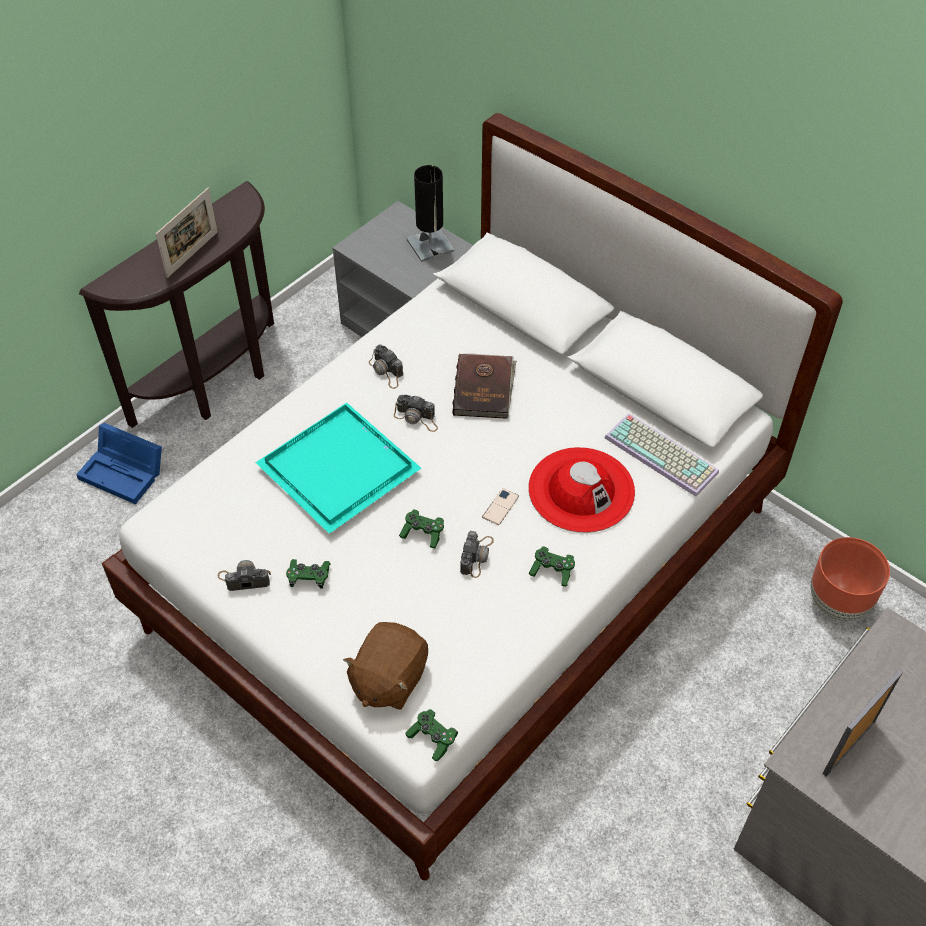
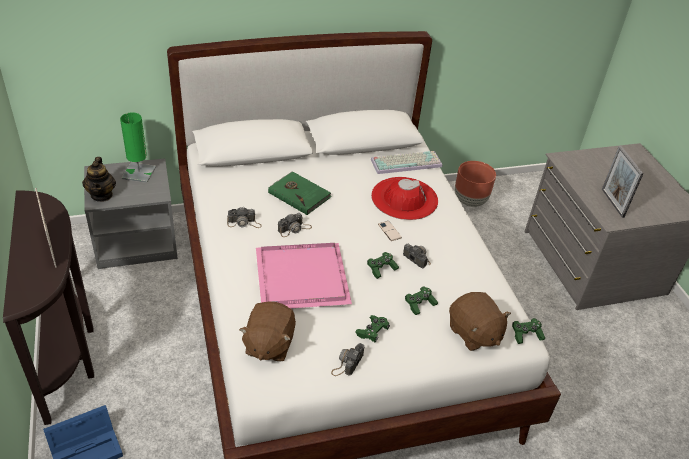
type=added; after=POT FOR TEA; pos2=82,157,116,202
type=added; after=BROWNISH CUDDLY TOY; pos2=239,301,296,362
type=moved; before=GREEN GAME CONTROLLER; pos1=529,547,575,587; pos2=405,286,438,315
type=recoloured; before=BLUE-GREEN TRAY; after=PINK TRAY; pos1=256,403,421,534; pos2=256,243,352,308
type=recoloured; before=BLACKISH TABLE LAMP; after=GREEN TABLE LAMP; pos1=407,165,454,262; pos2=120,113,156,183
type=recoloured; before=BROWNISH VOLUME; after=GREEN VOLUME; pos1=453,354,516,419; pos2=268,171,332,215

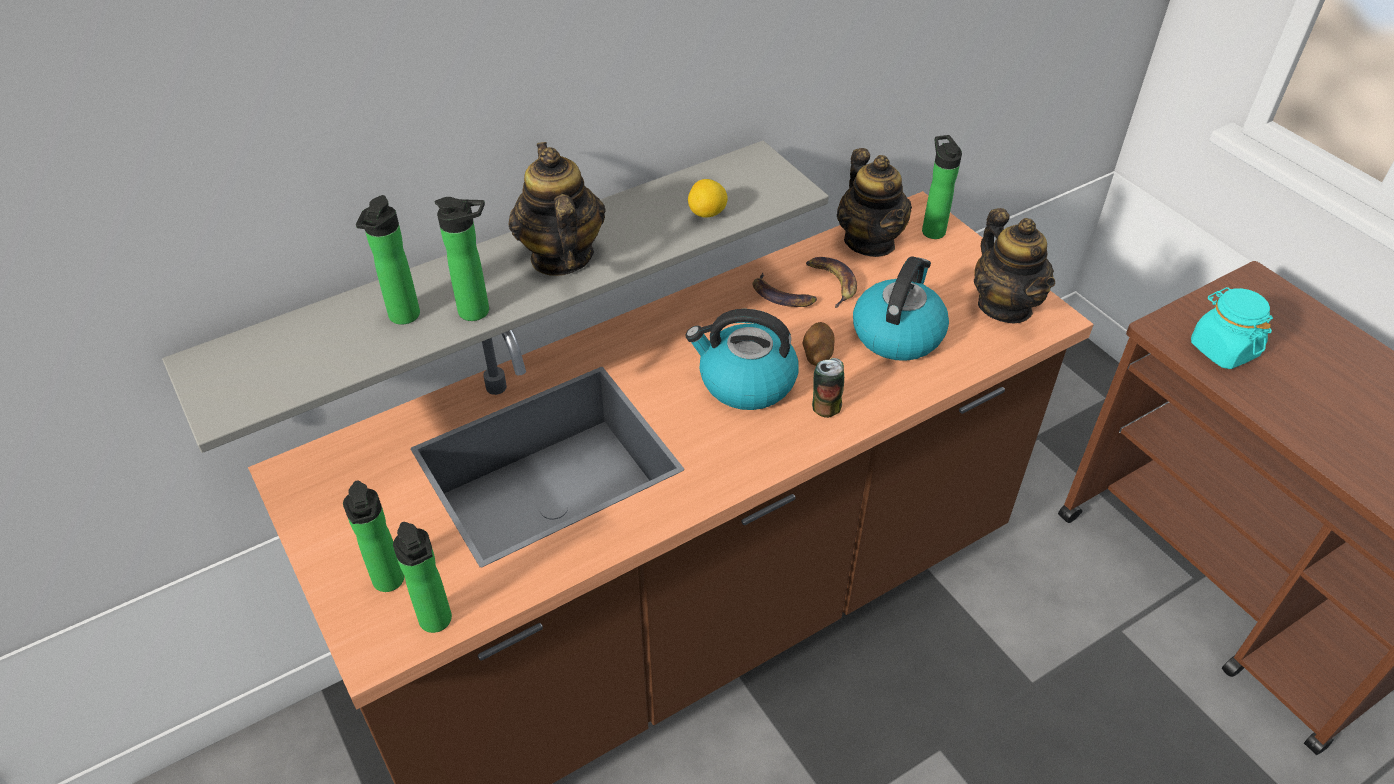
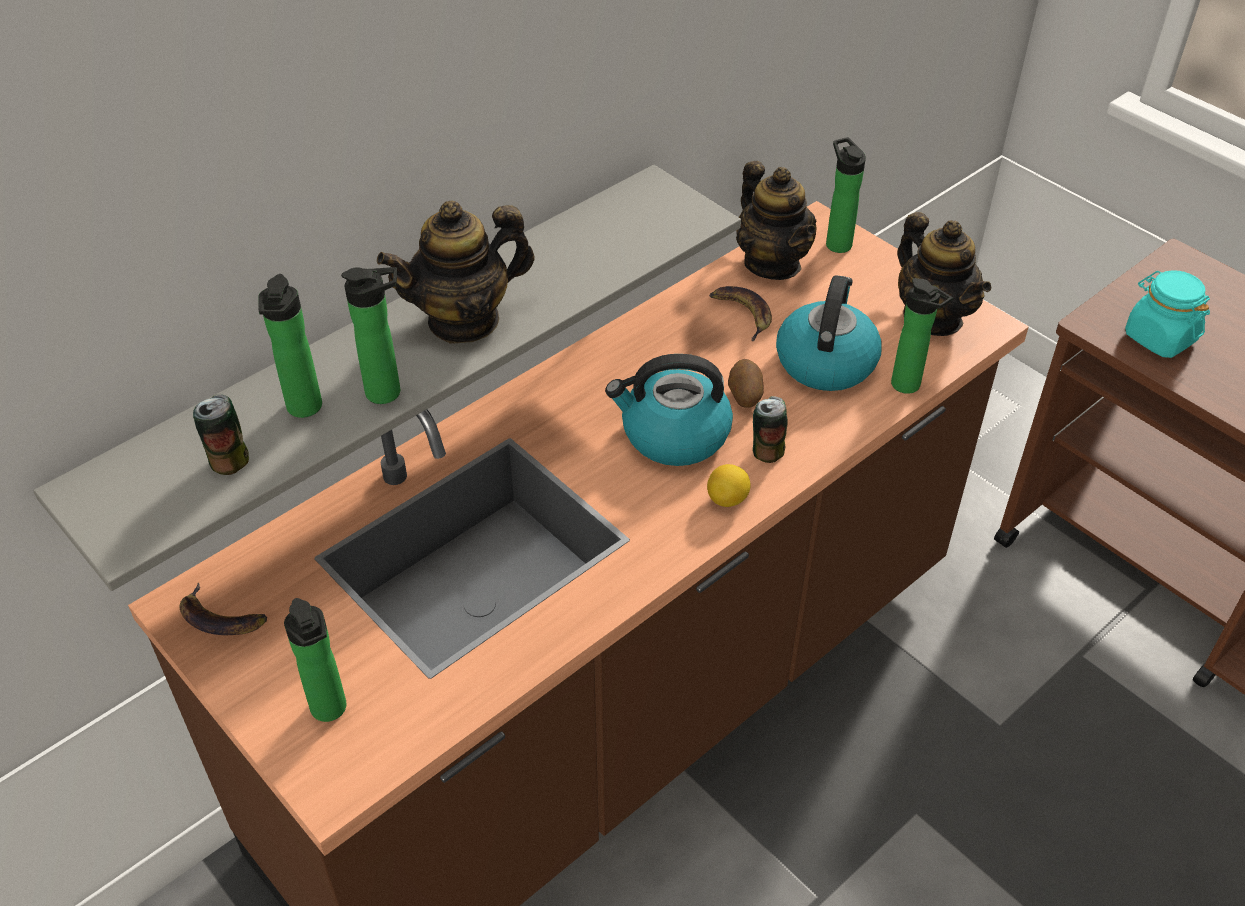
type=added; after=SEALED CAN; pos2=193,394,249,475
type=moved; before=BEVERAGE BOTTLE; pos1=393,522,452,633; pos2=891,278,953,394
type=moved; before=CITRUS FRUIT; pos1=688,179,728,218; pos2=707,464,751,507
type=moved; before=WHOLE BANANA; pos1=753,272,817,307; pos2=180,583,267,635
type=turned; before=POT FOR TEA; pos1=509,142,606,276; pos2=377,201,534,343; turn=-90

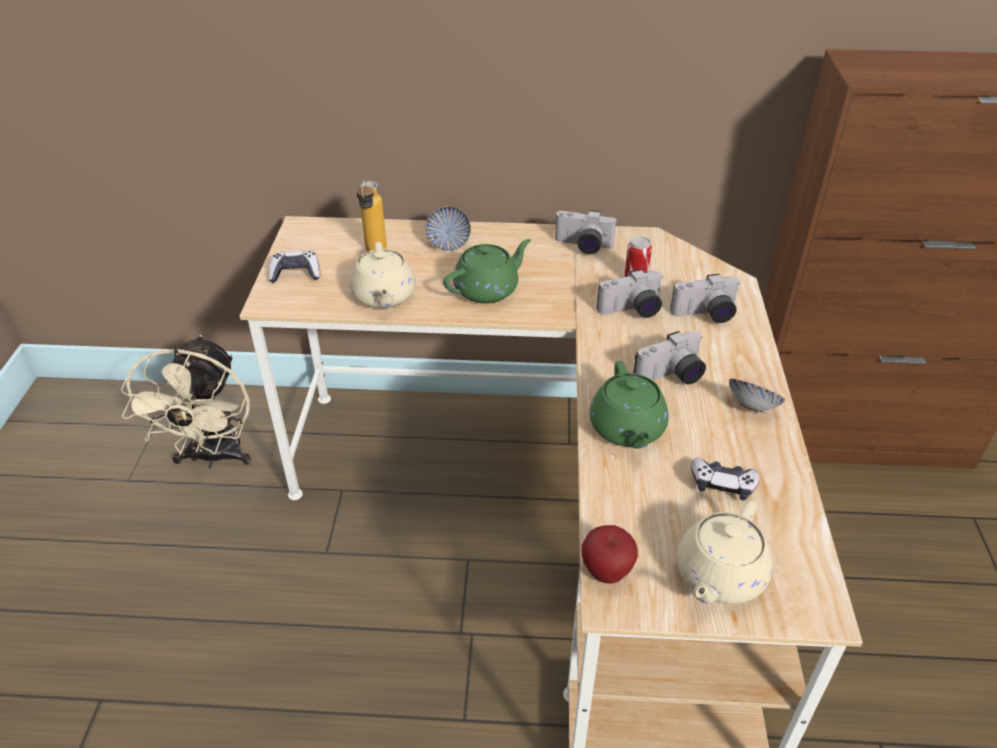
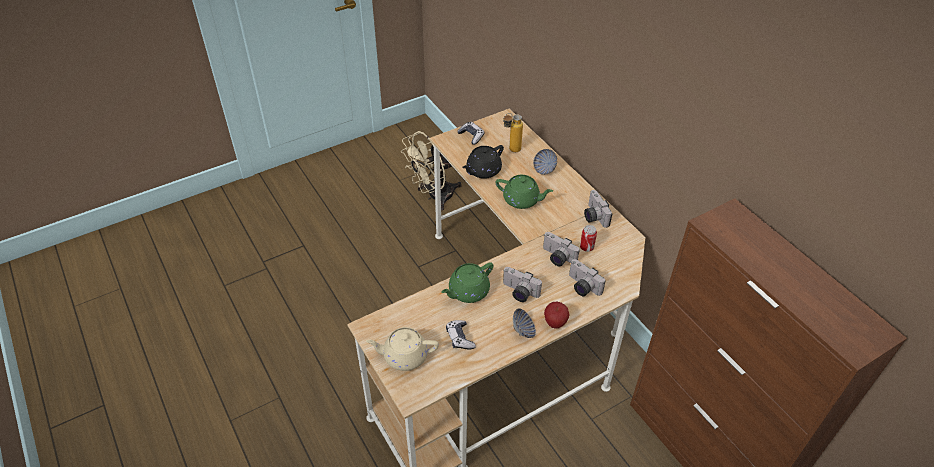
type=moved; before=APPLE; pos1=582,525,638,584; pos2=544,302,570,329
type=recoloured; before=BEIGE POT FOR TEA; after=BLACKISH POT FOR TEA; pos1=350,242,416,309; pos2=462,145,504,179

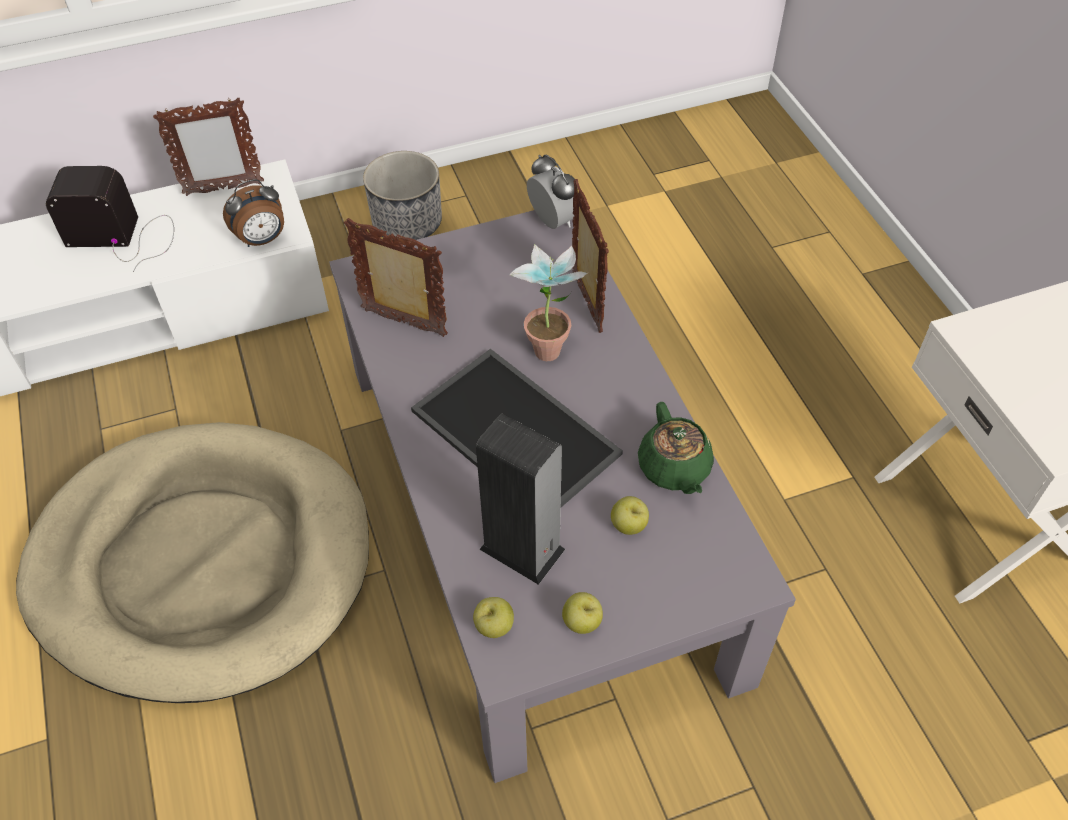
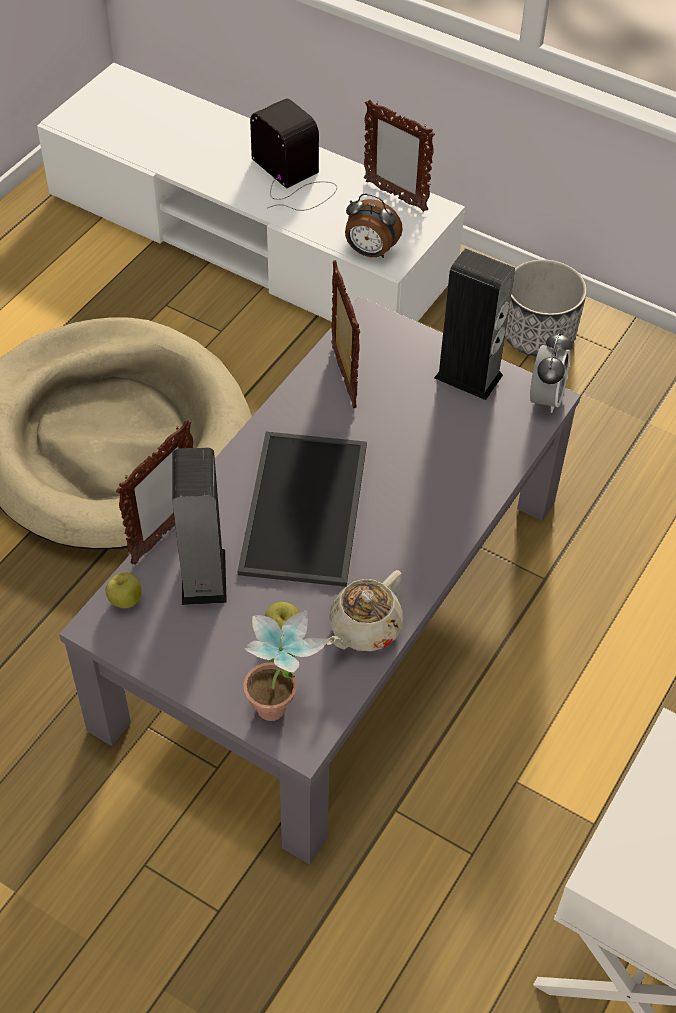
type=removed; before=APPLE; pos1=562,592,603,634
type=added; after=SPEAKER; pos2=434,248,515,400
type=moved; before=PLANT IN A POT; pos1=510,244,587,361; pos2=243,609,329,721
type=moved; before=PHOTO FRAME; pos1=572,179,609,333; pos2=116,420,193,565
type=recoloured; before=GREEN POT FOR TEA; after=BEIGE POT FOR TEA; pos1=638,402,714,494; pos2=327,570,403,651

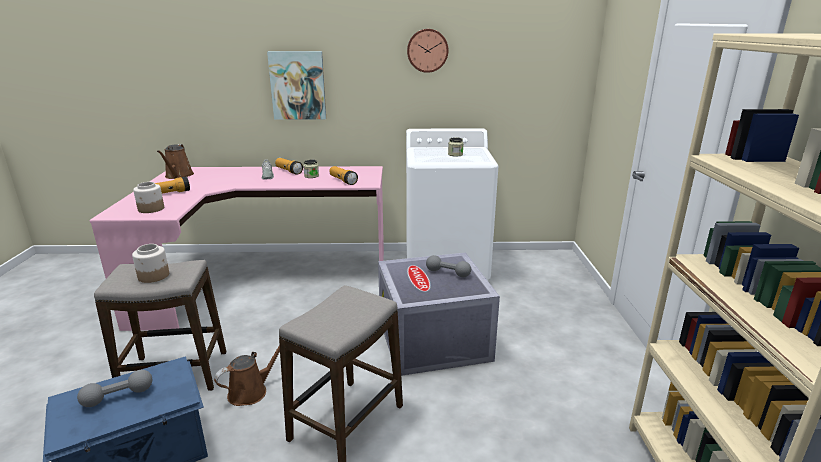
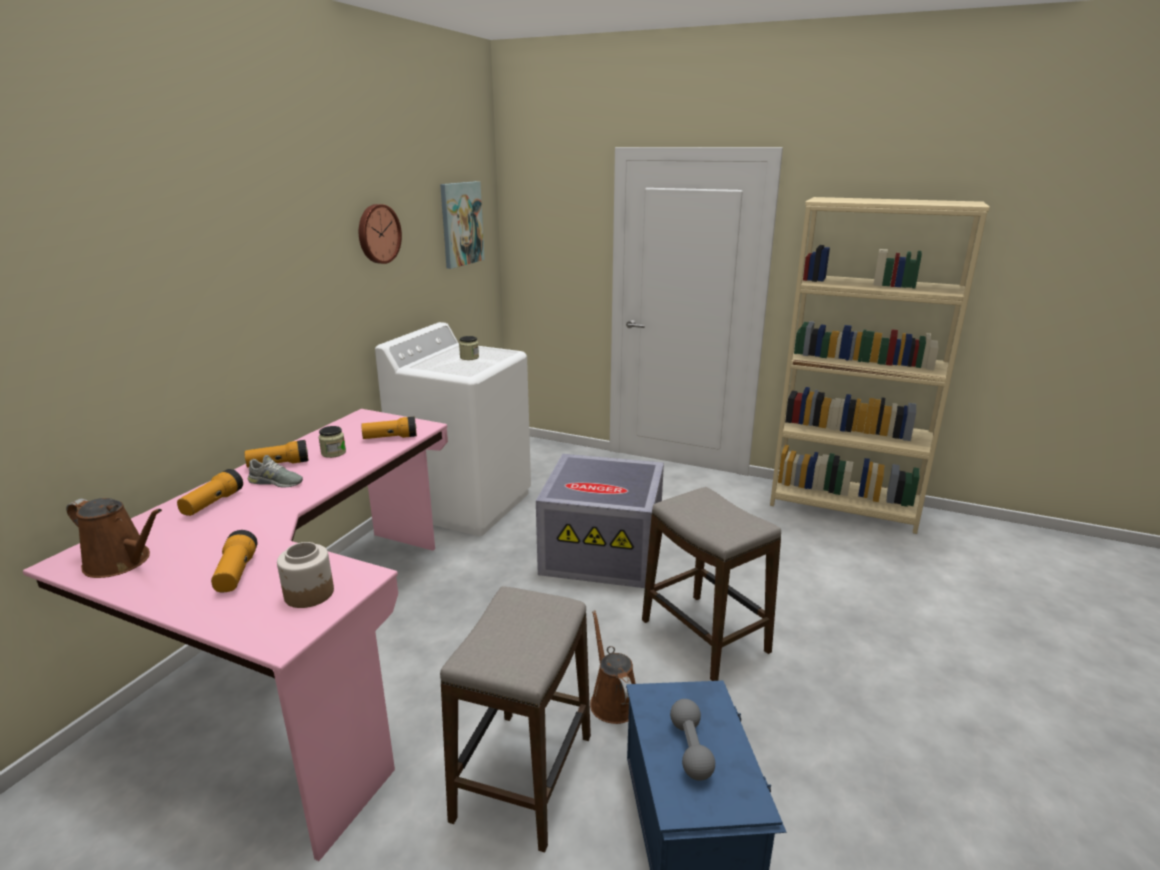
type=removed; before=PRESERVE JAR; pos1=132,244,169,283
type=removed; before=GREY HAND WEIGHT; pos1=426,255,471,277
type=added; after=HAND TORCH; pos2=177,469,243,516
type=moved; before=WALL ART; pos1=267,51,326,120; pos2=440,181,485,269

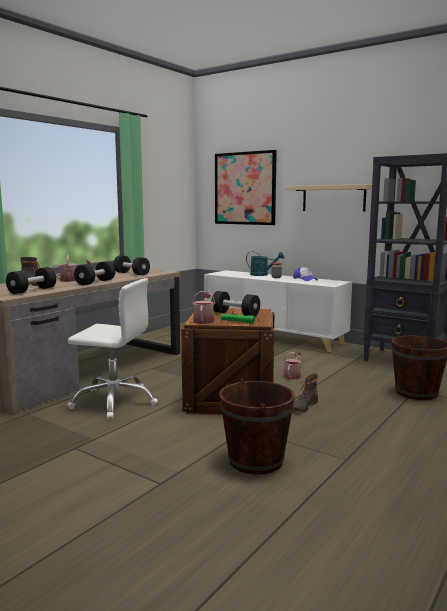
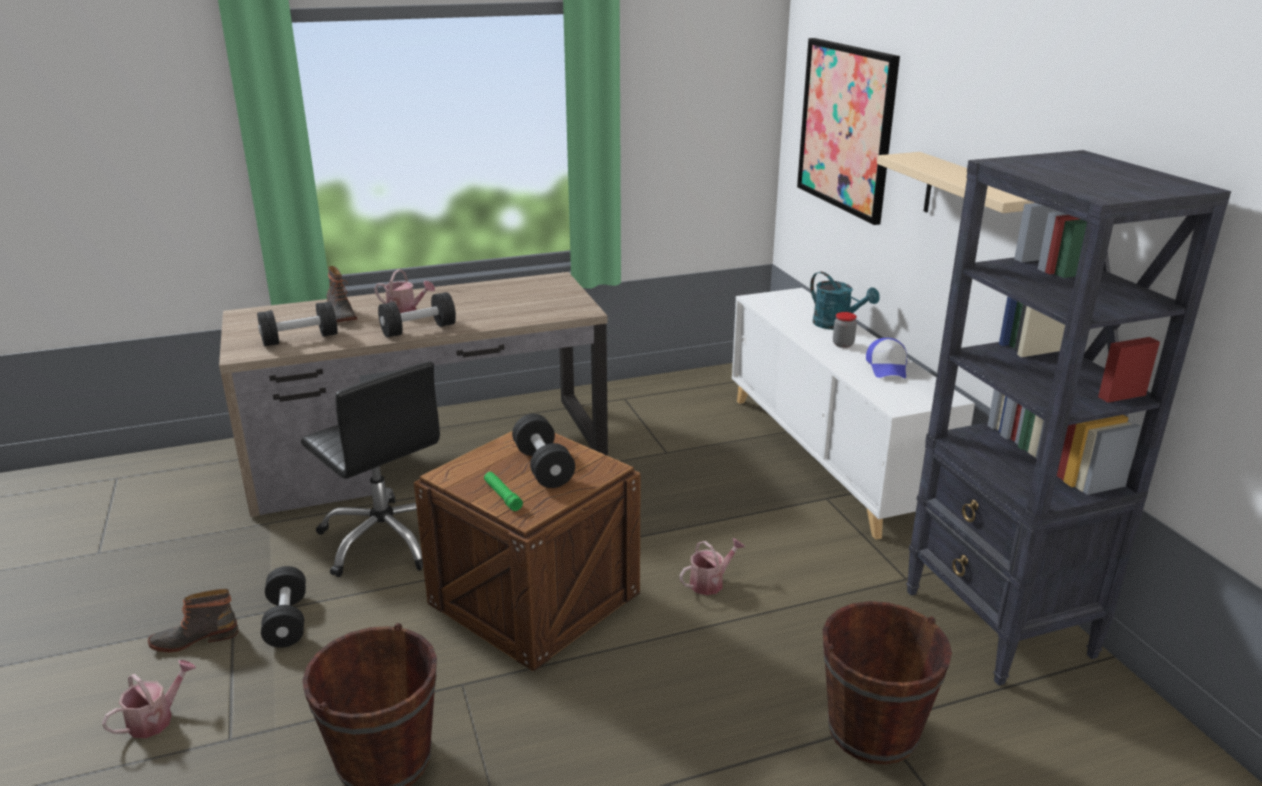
type=moved; before=BLACKISH HAND WEIGHT; pos1=113,256,150,275; pos2=261,566,306,648
type=moved; before=SPRINKLING CAN; pos1=192,291,215,324; pos2=102,660,196,738
type=moved; before=TALL BOOT; pos1=293,373,318,412; pos2=148,589,238,652
type=recoloured; before=WHITISH DESK CHAIR; after=BLACKISH DESK CHAIR; pos1=68,278,158,419; pos2=301,361,440,577

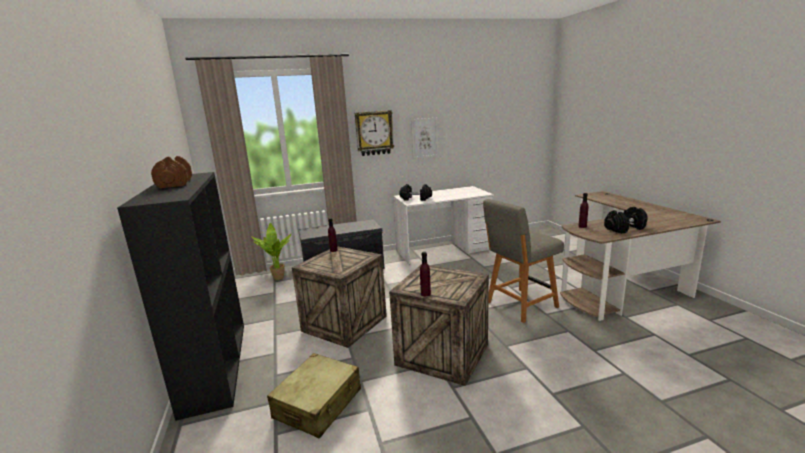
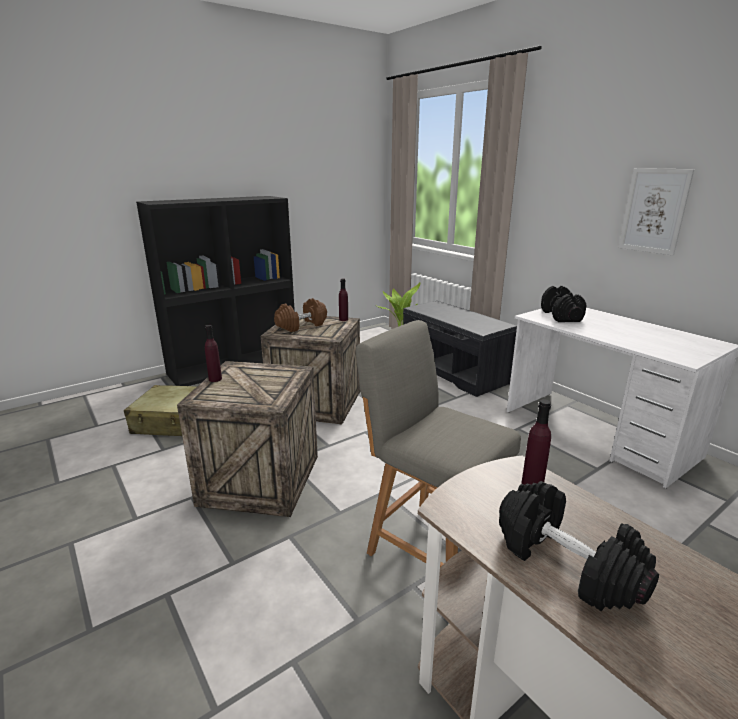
type=removed; before=HANGING CLOCK; pos1=355,110,394,156
type=moved; before=BROWNISH HAND WEIGHT; pos1=151,156,192,188; pos2=274,298,327,332

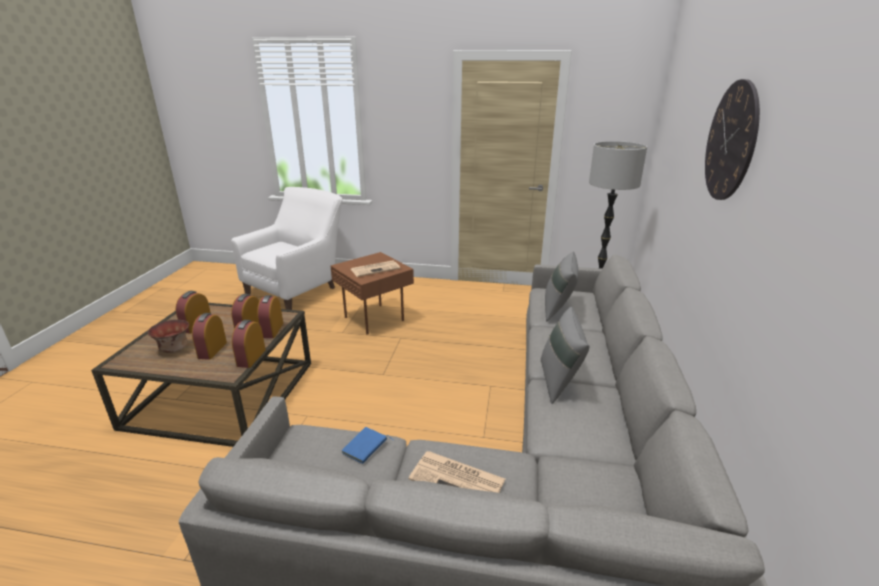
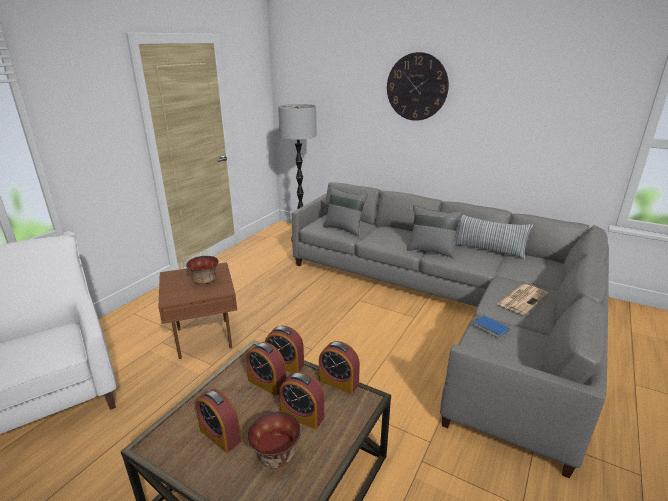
type=added; after=CUSHION; pos2=454,214,533,259
type=replaced; before=DAILY PAPER; after=DEEP DISH; pos1=351,260,400,277; pos2=186,256,219,284

